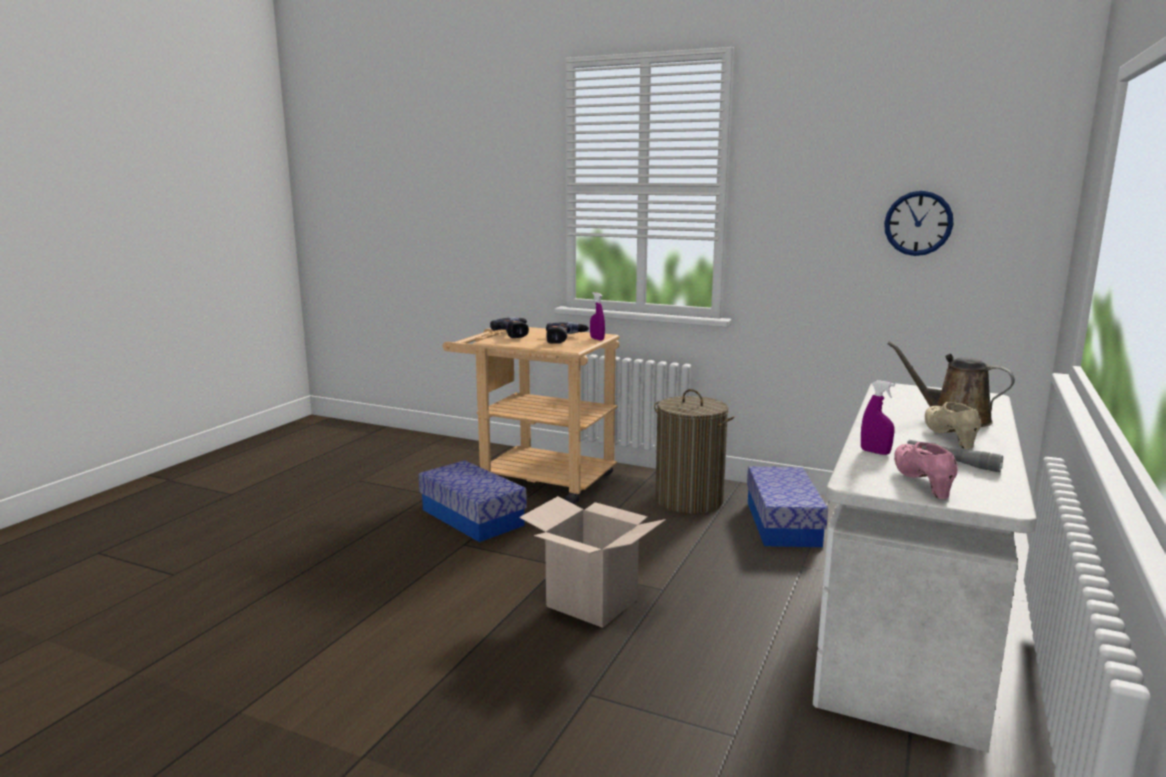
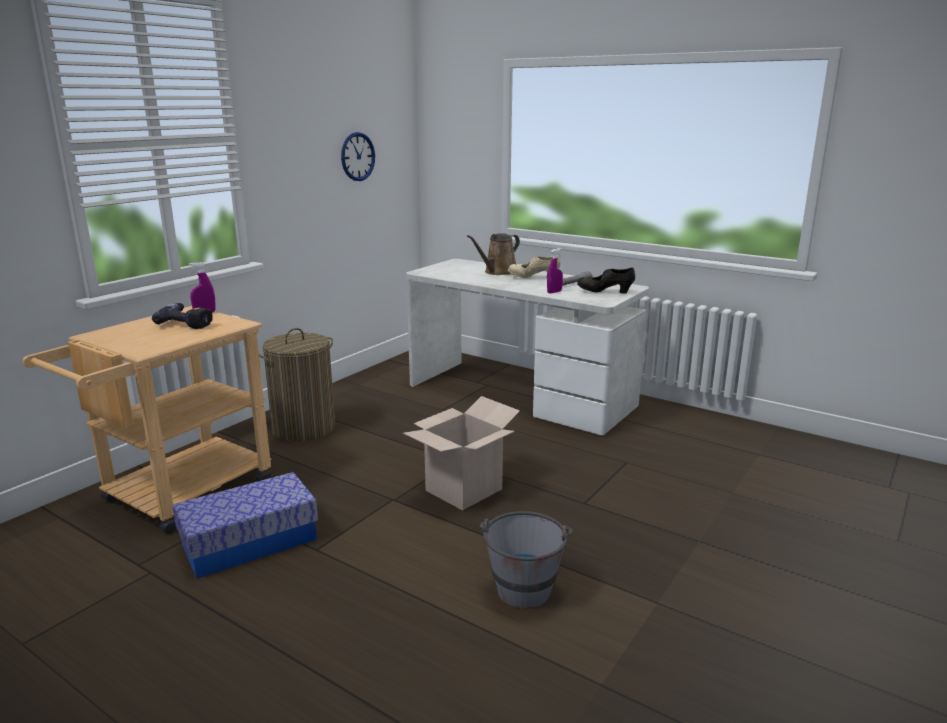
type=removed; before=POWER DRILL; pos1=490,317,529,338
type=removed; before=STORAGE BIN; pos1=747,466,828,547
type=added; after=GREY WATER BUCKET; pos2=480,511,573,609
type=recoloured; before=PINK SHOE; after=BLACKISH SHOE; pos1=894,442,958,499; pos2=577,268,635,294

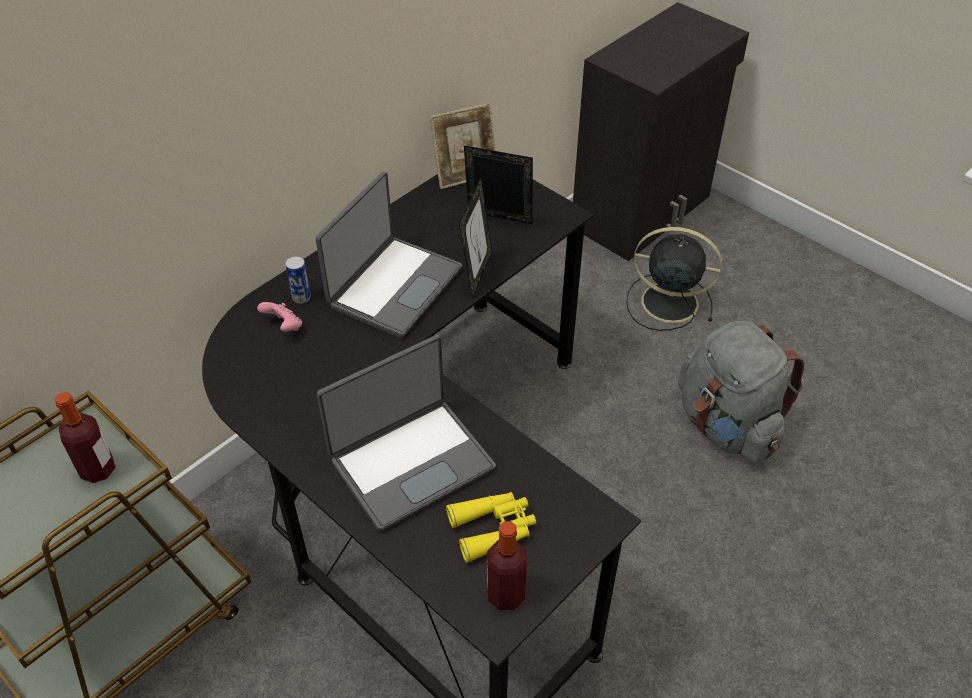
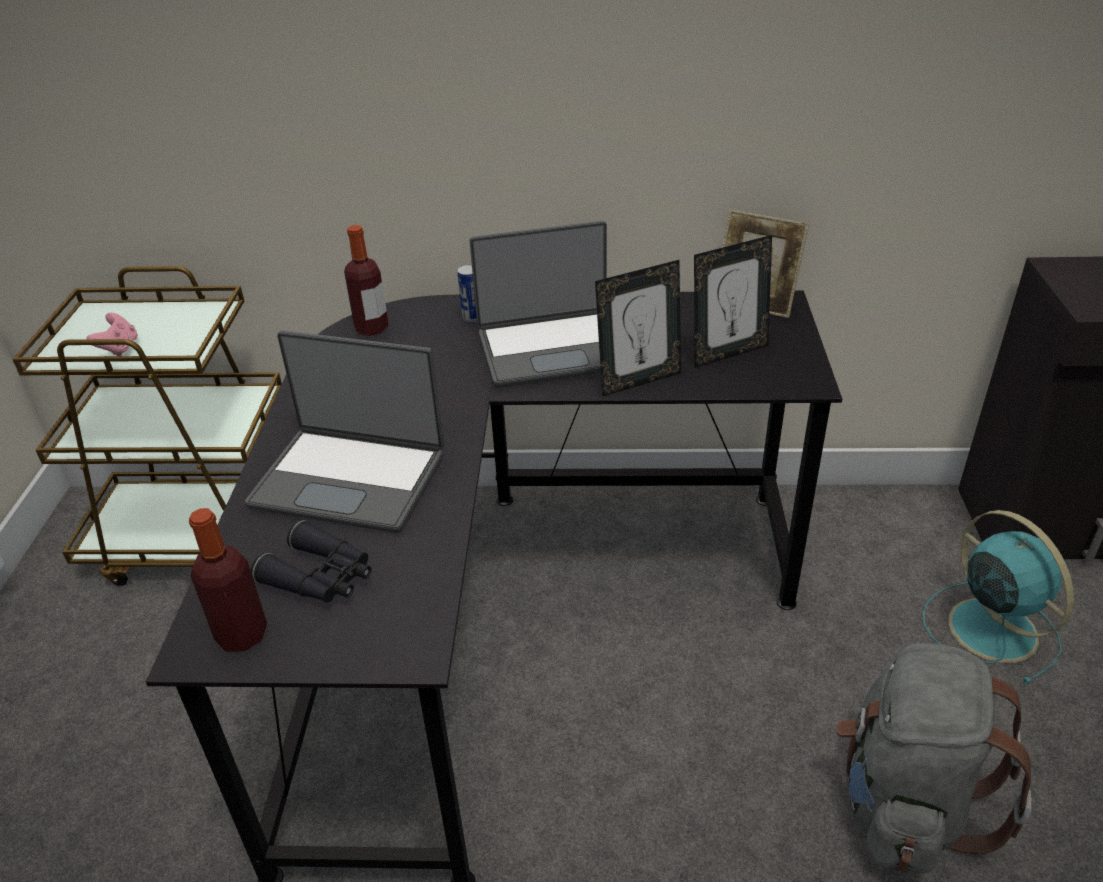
type=moved; before=BEVERAGE BOTTLE; pos1=55,392,116,483; pos2=344,225,389,336
type=moved; before=PINK GAME CONTROLLER; pos1=257,302,302,332; pos2=86,313,138,356
type=recoloured; before=YELLOW-COLOURED PAIR OF BINOCULARS; after=BLACKISH PAIR OF BINOCULARS; pos1=446,492,536,563; pos2=250,520,372,603
type=recoloured; before=BLACKISH ELECTRIC FAN; after=BLUE-GREEN ELECTRIC FAN; pos1=626,227,722,331; pos2=923,510,1074,684
type=turned; before=PHOTO FRAME; pos1=464,146,533,224; pos2=694,235,772,368; turn=90

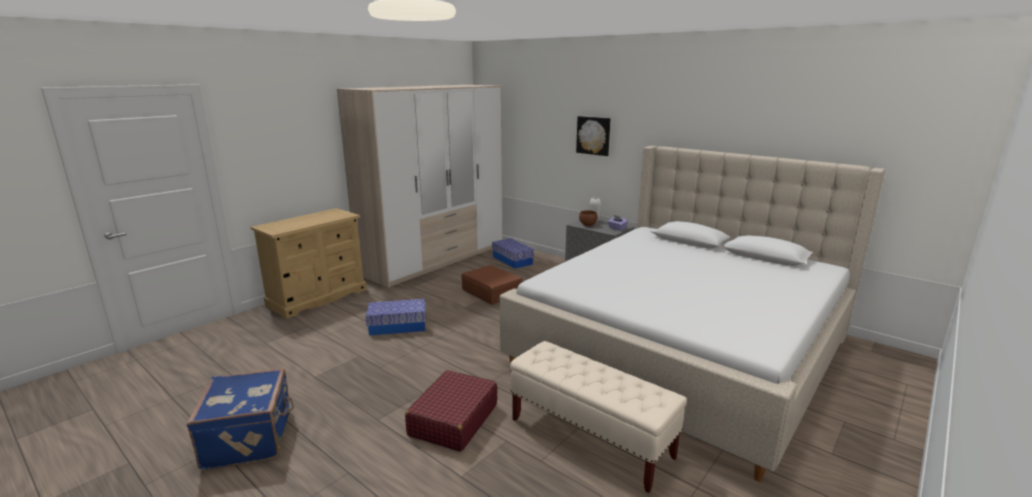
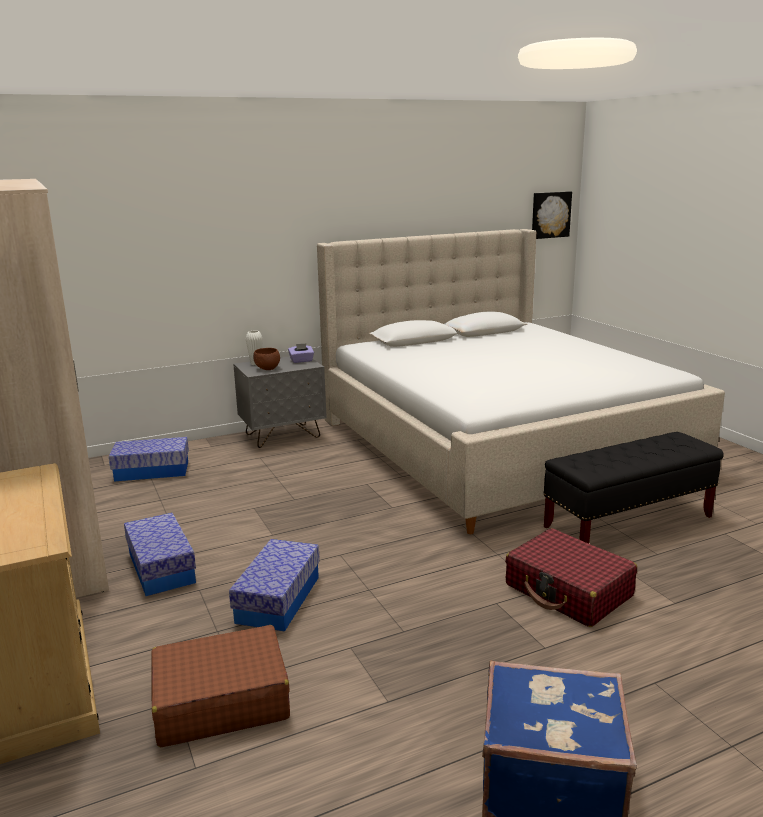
type=added; after=STORAGE BIN; pos2=124,513,196,596
type=moved; before=BROWNISH SUITCASE; pos1=461,265,522,304; pos2=151,625,290,747
type=moved; before=WALL ART; pos1=576,116,611,156; pos2=532,191,572,239
type=recoloured; before=BEIGE LONG SEAT; after=BLACKISH LONG SEAT; pos1=510,341,687,493; pos2=544,432,724,544

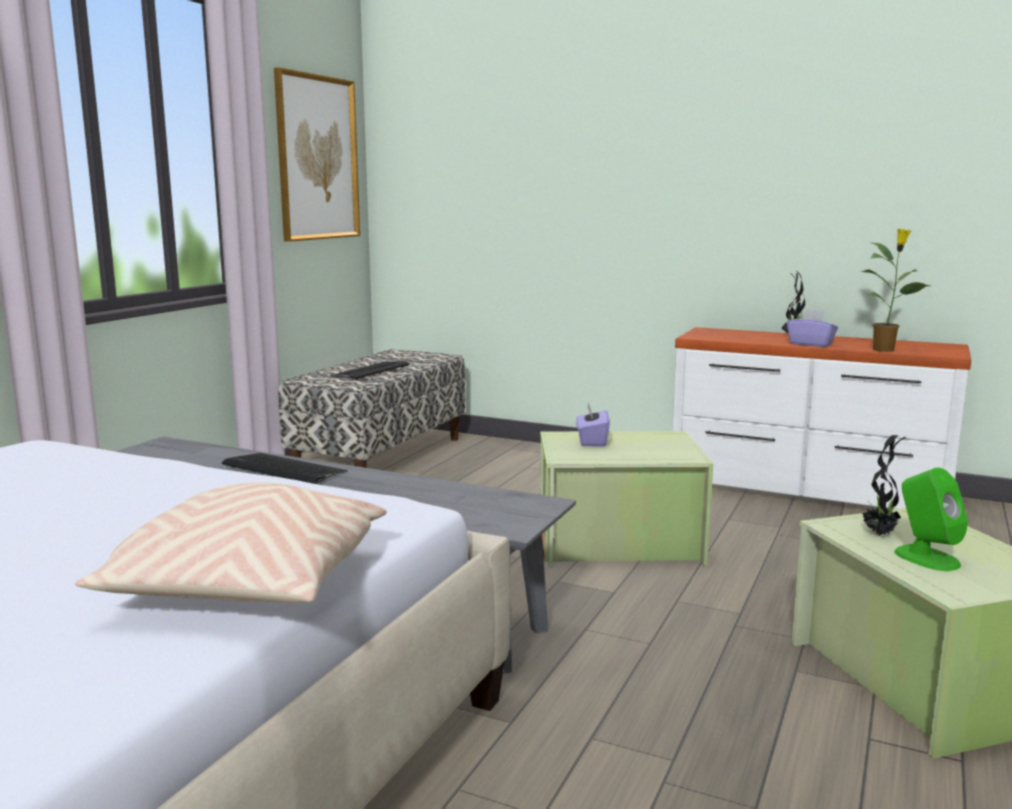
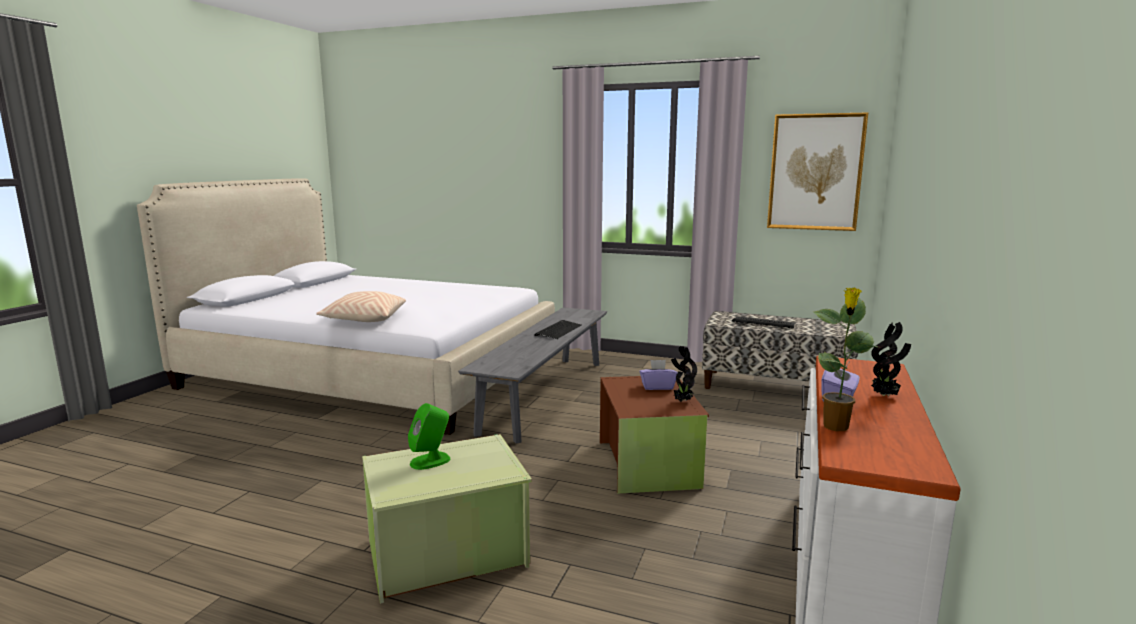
type=moved; before=PLANT IN A POT; pos1=862,435,906,535; pos2=671,346,697,402
type=recoloured; before=GREEN STORAGE BIN; after=BROWNISH STORAGE BIN; pos1=540,431,713,567; pos2=600,376,709,494

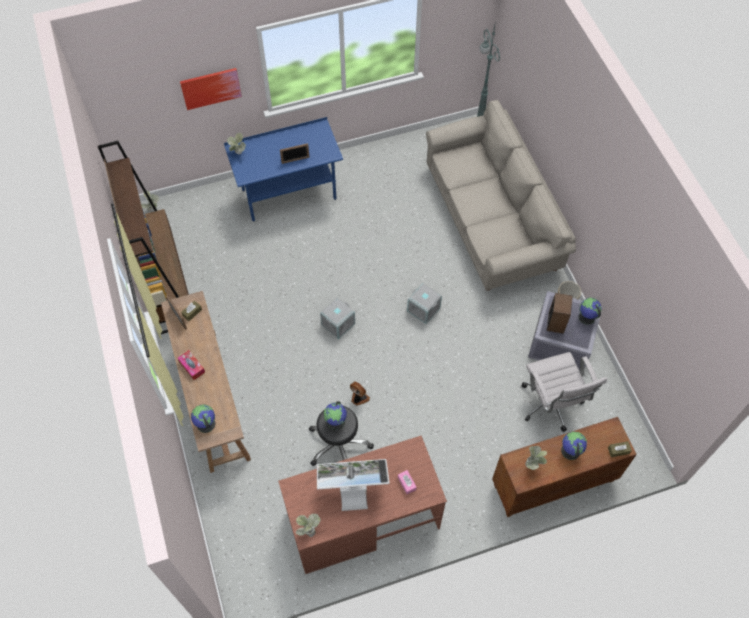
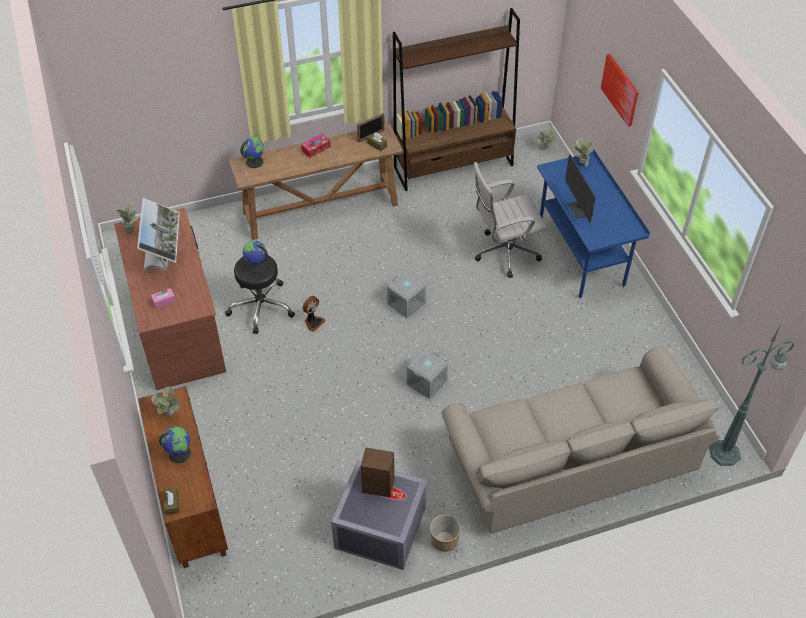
type=removed; before=WORLD GLOBE; pos1=579,298,601,325
type=moved; before=WHITISH DESK CHAIR; pos1=522,352,607,432; pos2=473,162,547,278
type=replaced; before=PHOTO FRAME; after=COMPUTER SCREEN; pos1=280,143,310,164; pos2=565,154,596,223

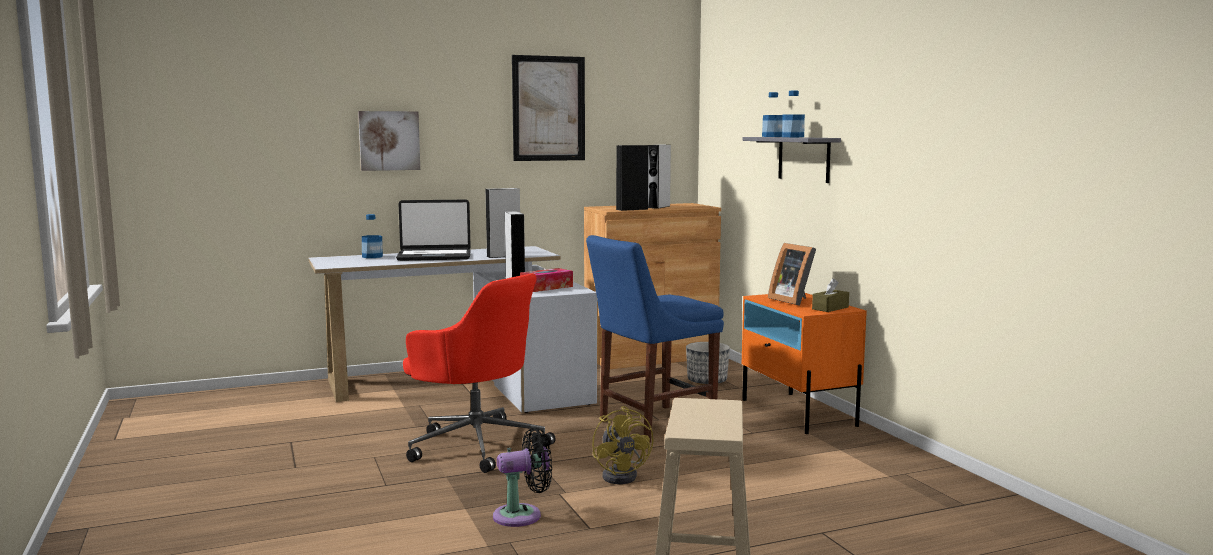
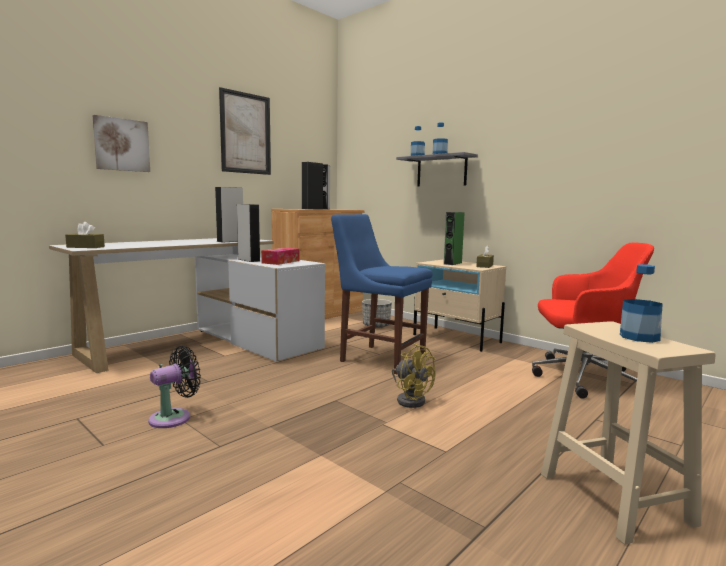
type=removed; before=PORTABLE COMPUTER; pos1=396,200,471,261
type=added; after=BROWNISH BOX OF TISSUES; pos2=65,222,105,248
type=moved; before=BEVERAGE BOTTLE; pos1=362,214,383,258; pos2=620,264,663,343
type=moved; before=REDDISH DESK CHAIR; pos1=403,273,556,473; pos2=532,243,654,399
type=moved; before=BLACKISH ELECTRIC FAN; pos1=493,427,552,527; pos2=148,346,201,428
type=replaced; before=PHOTO FRAME; after=GREEN SPEAKER; pos1=768,243,816,306; pos2=444,212,465,265
type=recoloured; before=ORANGE BEDSIDE TABLE; after=BEIGE BEDSIDE TABLE; pos1=742,293,867,434; pos2=413,260,506,352
type=turned; before=BLUE-COLOURED PLAIN CHAIR; pos1=586,235,724,443; pos2=331,214,432,375; turn=90

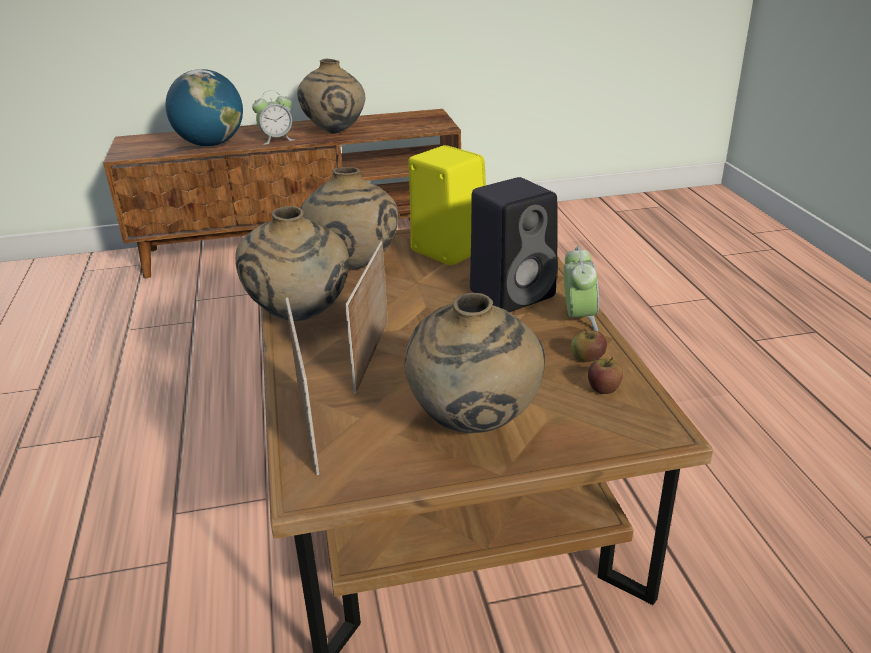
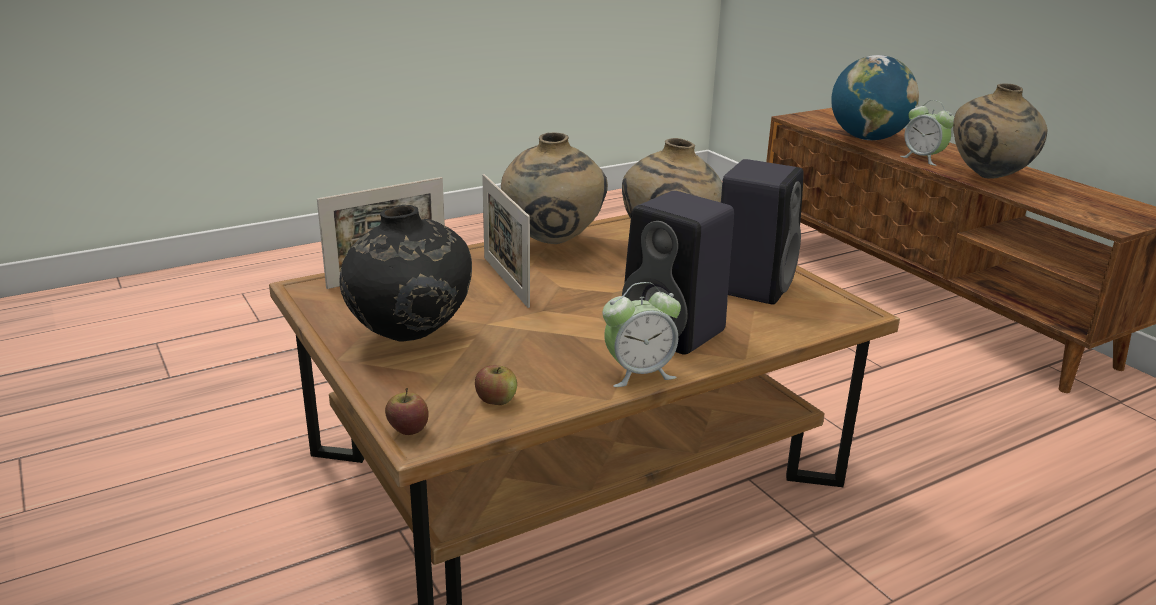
type=moved; before=APPLE; pos1=571,329,607,362; pos2=385,388,429,435
type=recoloured; before=BEIGE DECORATIVE VASE; after=BLACKISH DECORATIVE VASE; pos1=405,293,545,433; pos2=340,205,472,342
type=recoloured; before=YELLOW-COLOURED SPEAKER; after=BLACKISH SPEAKER; pos1=408,145,486,266; pos2=721,159,804,305
type=turned; before=PHOTO FRAME; pos1=345,241,388,394; pos2=482,174,530,308; turn=-105

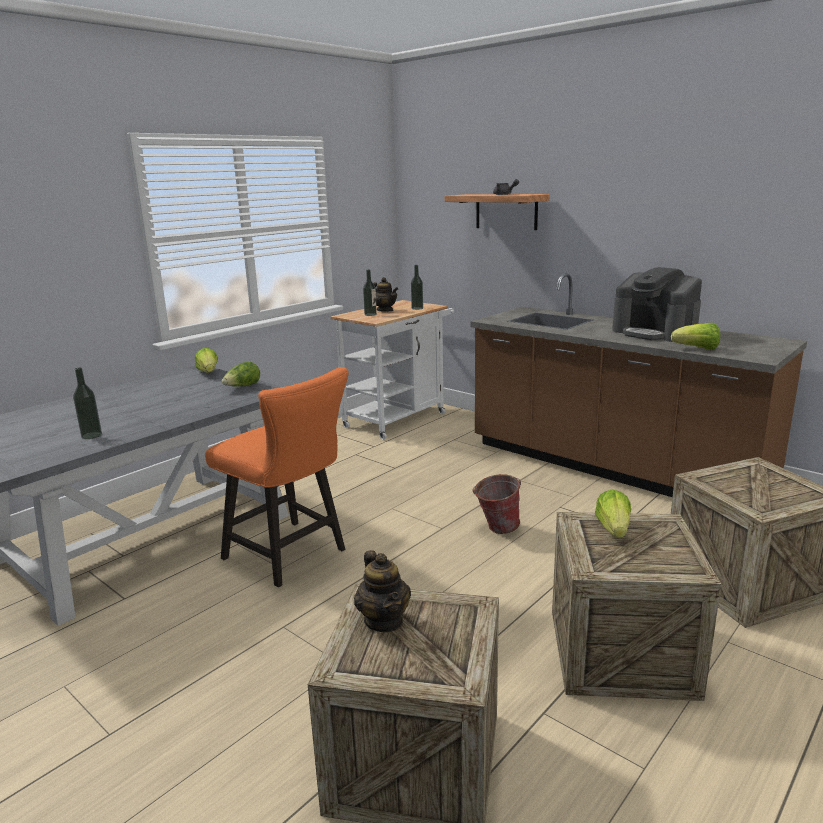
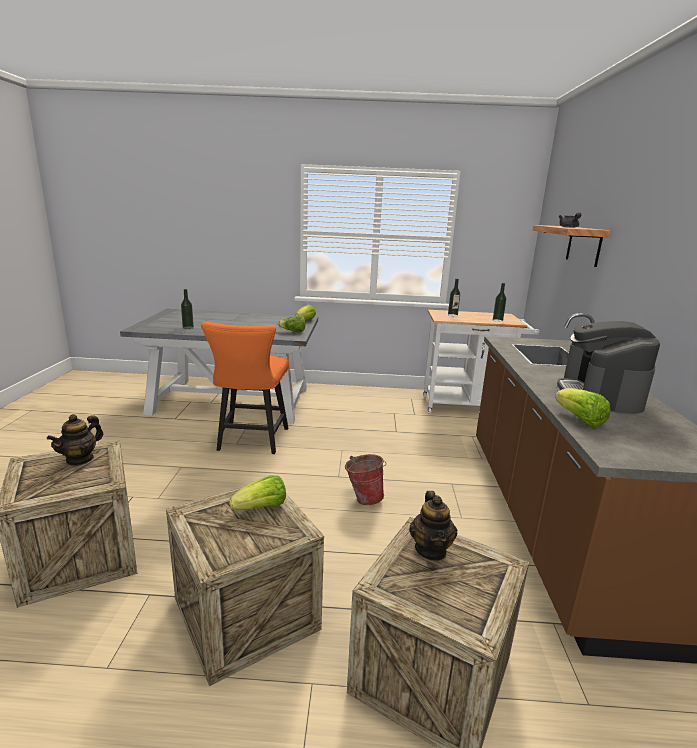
type=moved; before=POT FOR TEA; pos1=373,277,398,312; pos2=409,491,457,561

